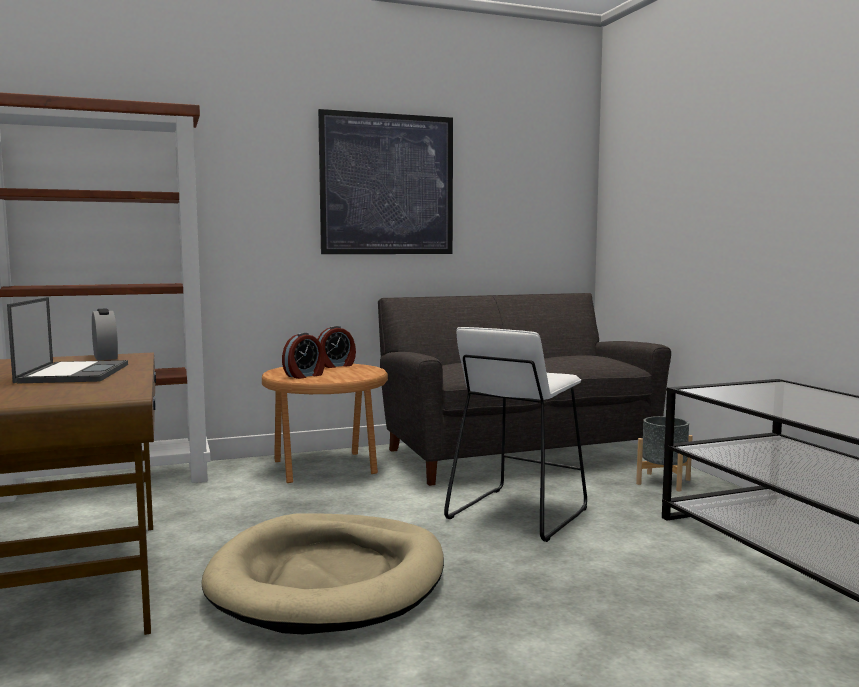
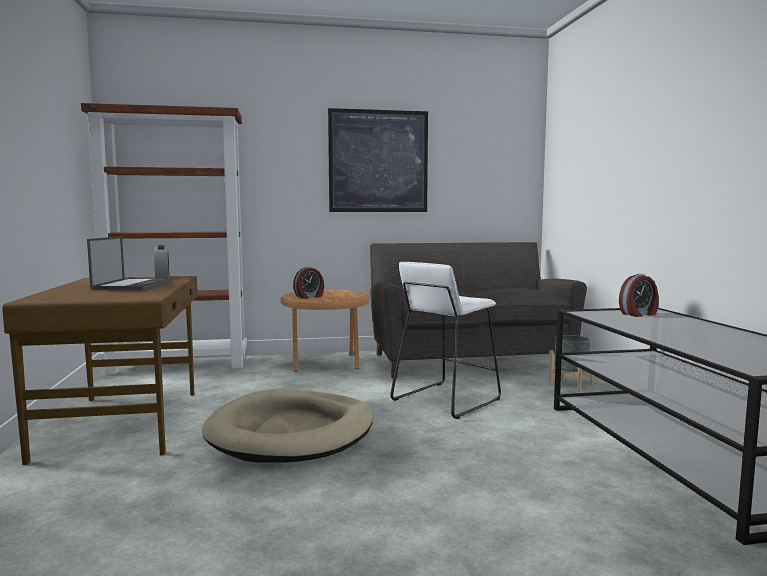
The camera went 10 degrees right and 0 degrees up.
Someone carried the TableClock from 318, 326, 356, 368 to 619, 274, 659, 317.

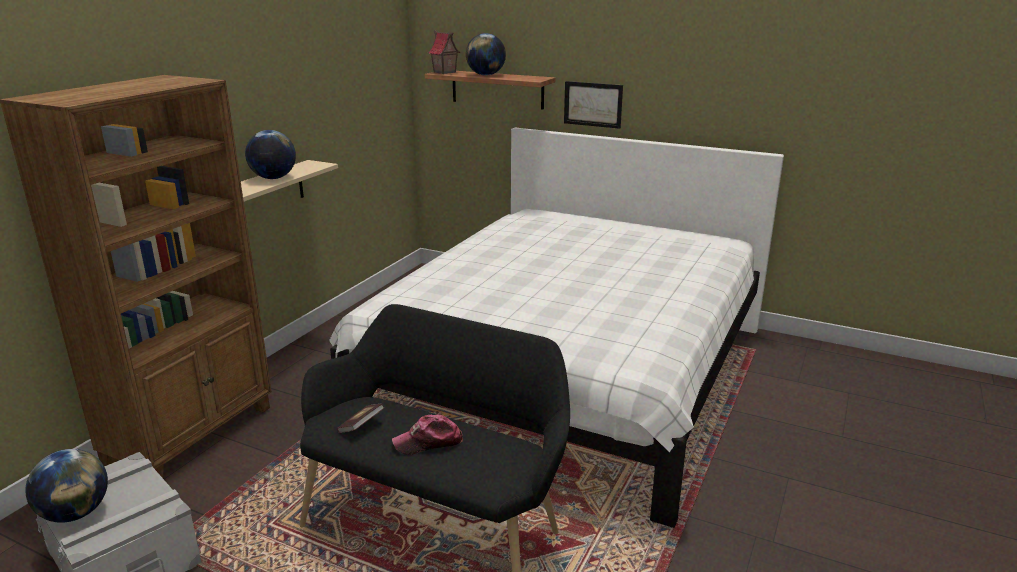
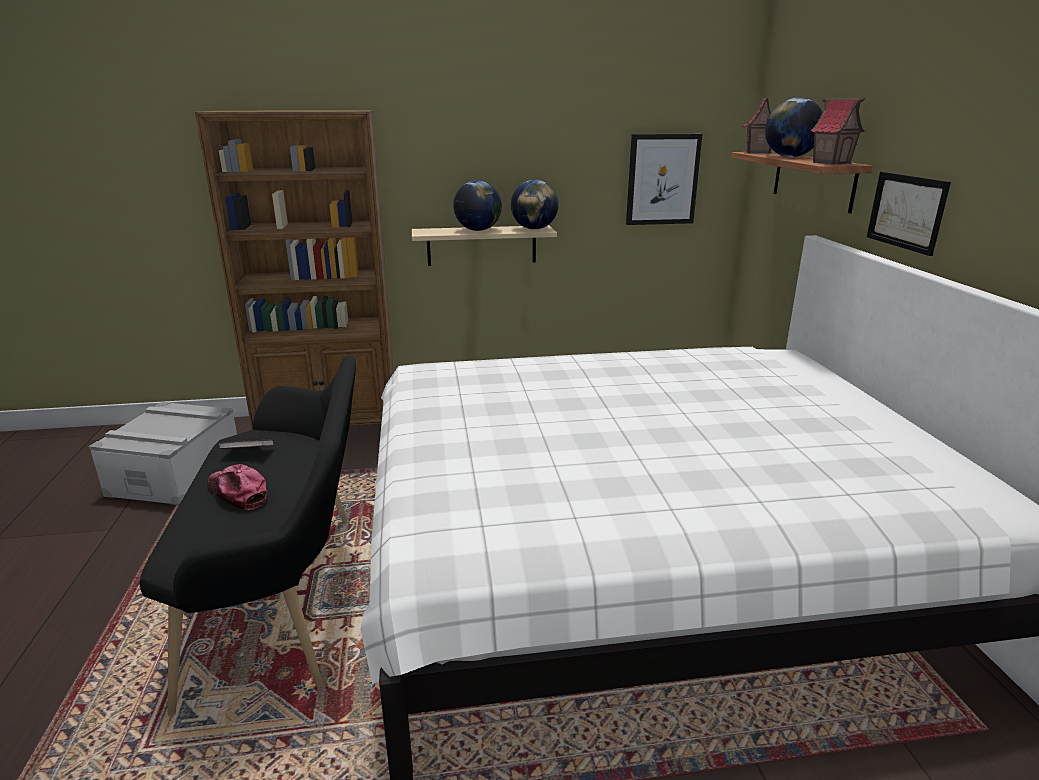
The camera went 55 degrees right and 0 degrees up.
Someone carried the WorldGlobe from 25, 449, 108, 523 to 511, 180, 559, 230.
Someone put down the ToyHouse at 810, 97, 866, 165.
Someone put up the WallArt at 626, 134, 702, 225.

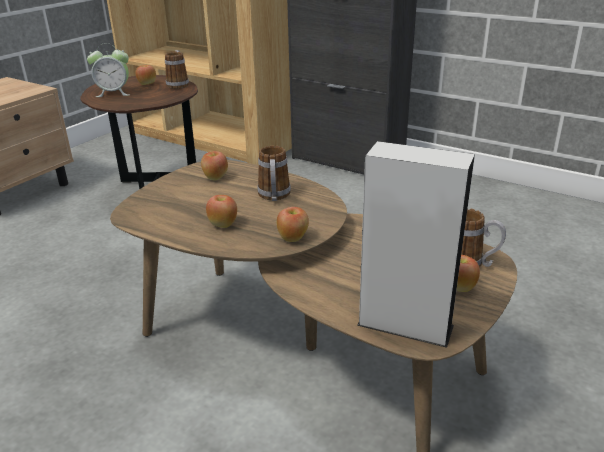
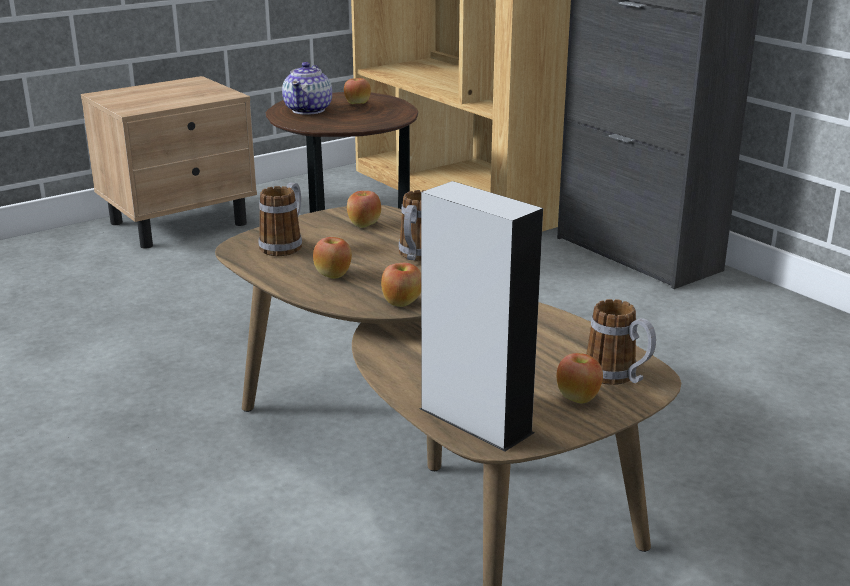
The camera went 20 degrees right and 5 degrees down.
Someone swapped the TableClock at 87, 43, 129, 97 for the TeaPot at 282, 62, 332, 115.
Someone carried the CoffeeMug from 165, 50, 189, 89 to 259, 182, 302, 256.

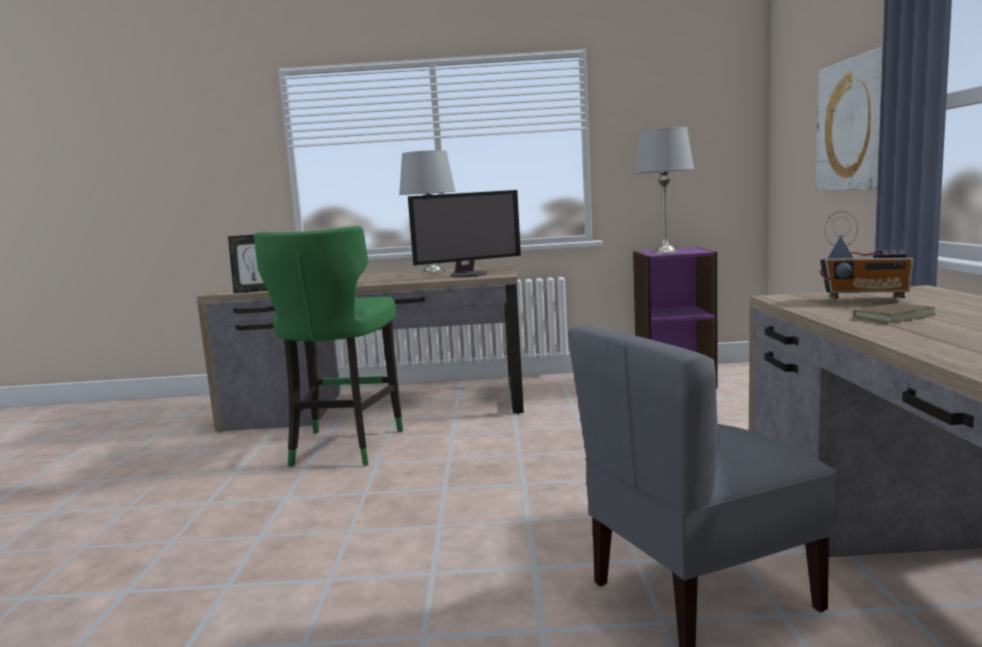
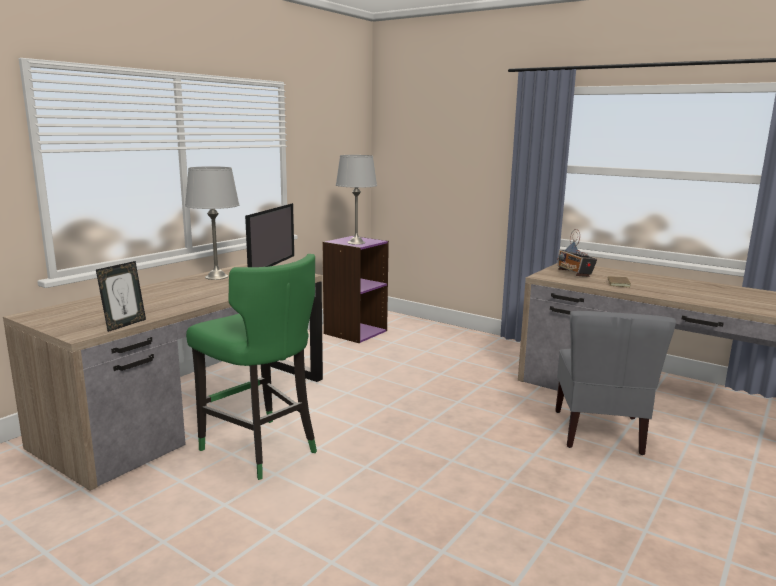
The camera went 55 degrees left and 5 degrees up.
Someone took away the WallArt at 815, 46, 883, 191.
Someone rotated the Radio at 820, 211, 914, 299 by 105 degrees clockwise.

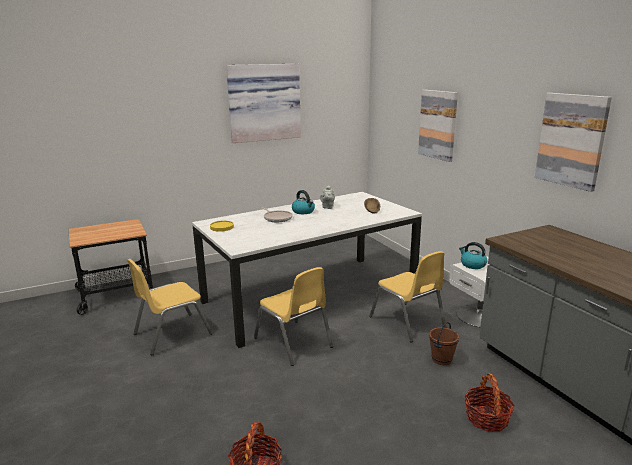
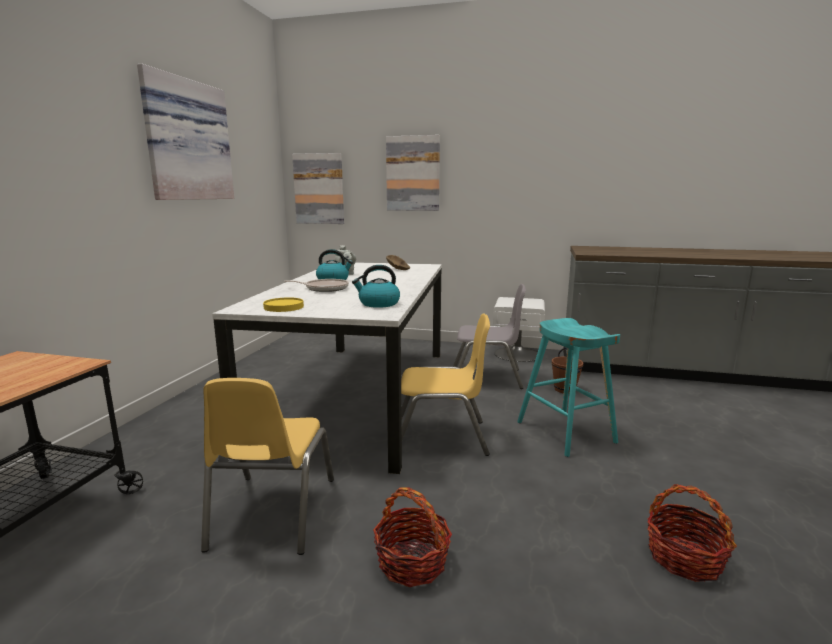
The camera went 50 degrees left and 5 degrees down.
Someone carried the WallArt from 535, 93, 612, 192 to 292, 153, 344, 224.
Someone carried the TeaKettle from 459, 242, 487, 269 to 352, 265, 400, 308.
Someone repainted the YellowChair at 369, 251, 446, 342, which became the GrayChair at 453, 284, 526, 389.
Someone carried the StorageBasket from 465, 373, 515, 432 to 373, 487, 452, 587.
Someone put down the TurquoiseSittingStool at 517, 318, 620, 457.

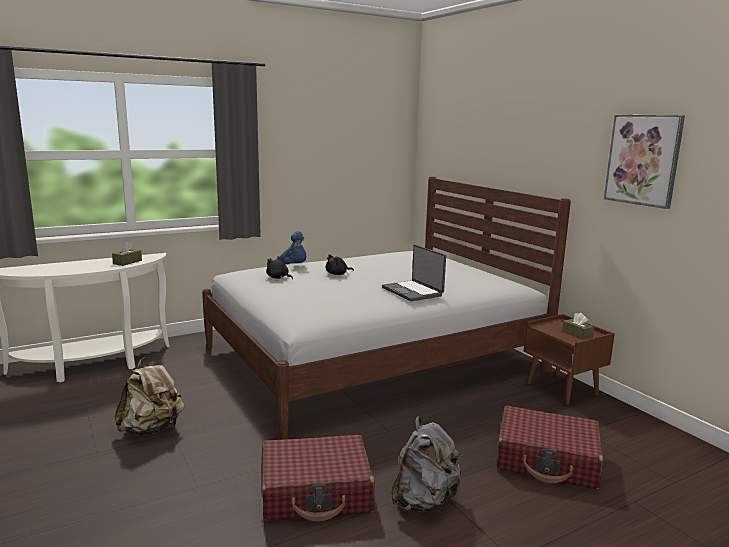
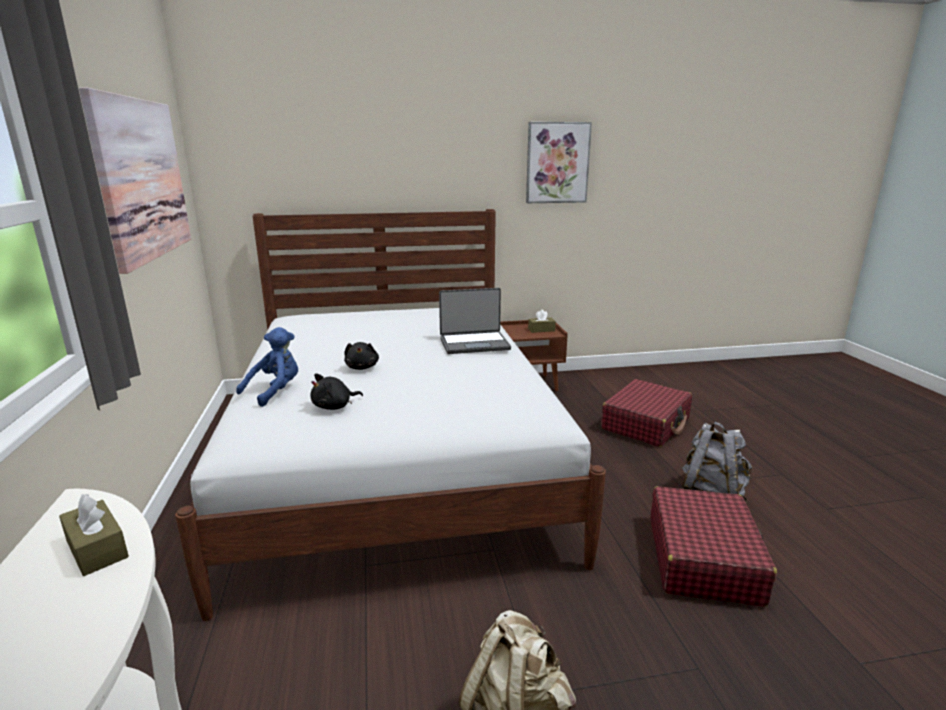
The camera went 70 degrees left and 5 degrees up.
Someone put up the WallArt at 79, 87, 191, 274.

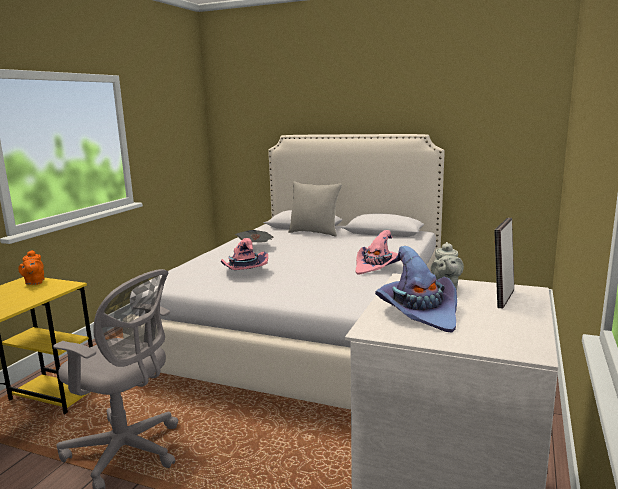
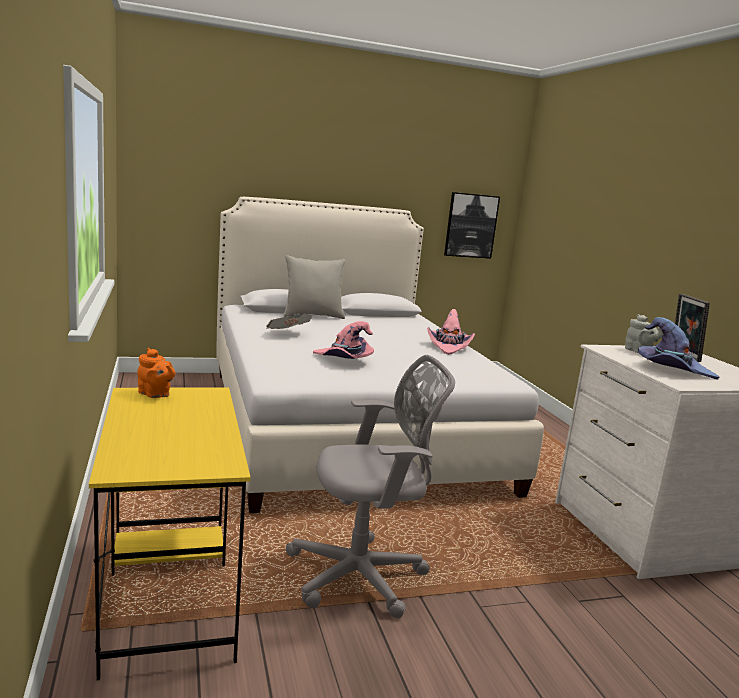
The camera went 40 degrees left and 0 degrees up.
Someone put up the WallArt at 444, 192, 500, 259.

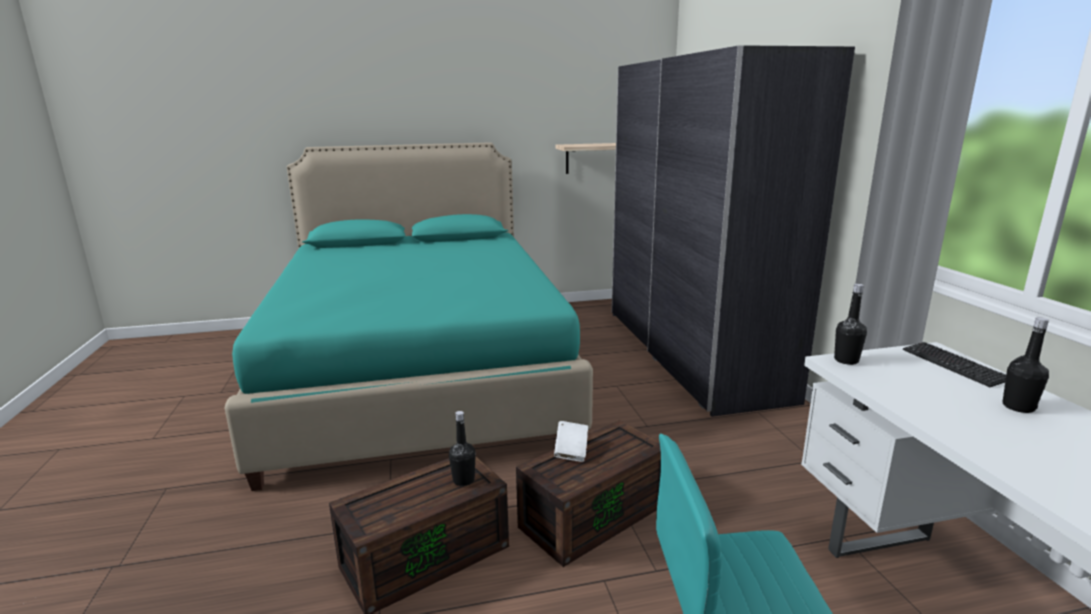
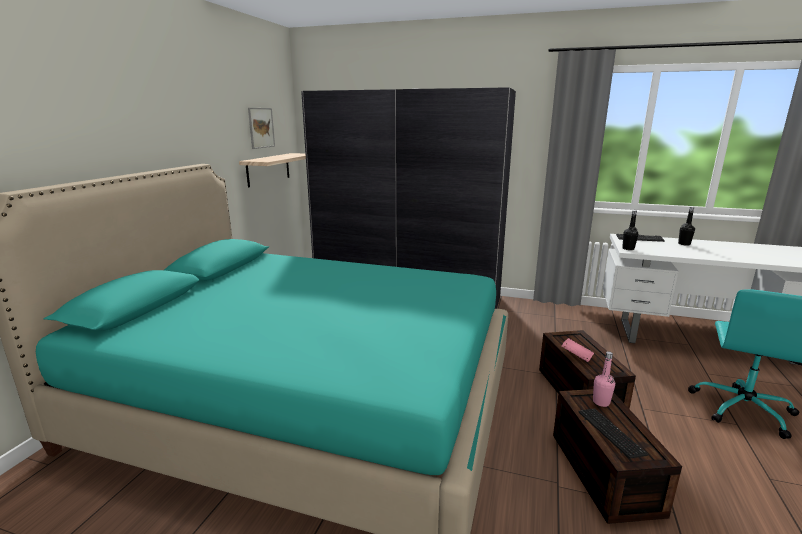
The camera went 60 degrees left and 0 degrees up.
Someone repainted the BlackColouredBottle at 449, 411, 476, 486, which became the PinkishBottle at 593, 351, 615, 407.
Someone repainted the WhiteColouredBook at 554, 421, 588, 462, which became the PinkishBook at 562, 338, 594, 362.
Someone put up the WallArt at 248, 108, 275, 149.
Someone put down the PcKeyboard at 579, 408, 648, 459.

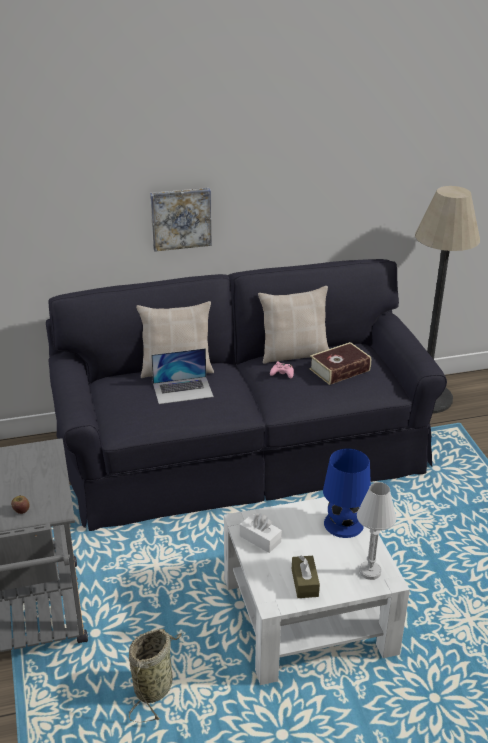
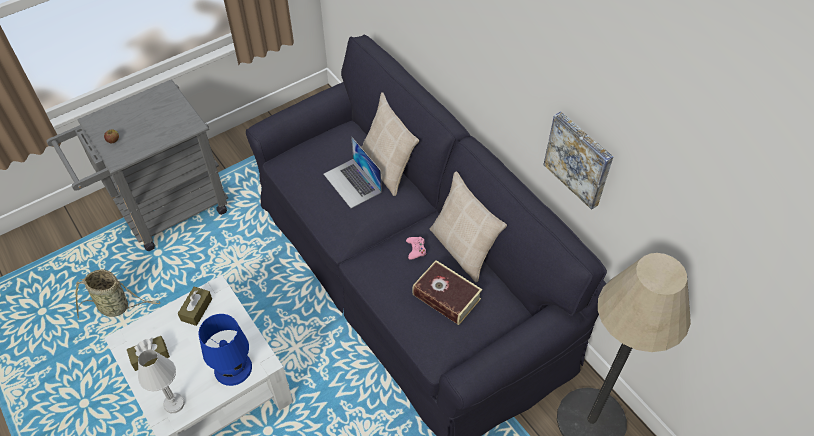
The camera went 70 degrees right and 20 degrees up.
Someone carried the WallArt from 150, 188, 212, 252 to 543, 111, 613, 210.
Someone repainted the WhiteColouredBoxOfTissues at 240, 513, 282, 553, which became the BrownishBoxOfTissues at 178, 287, 212, 326.

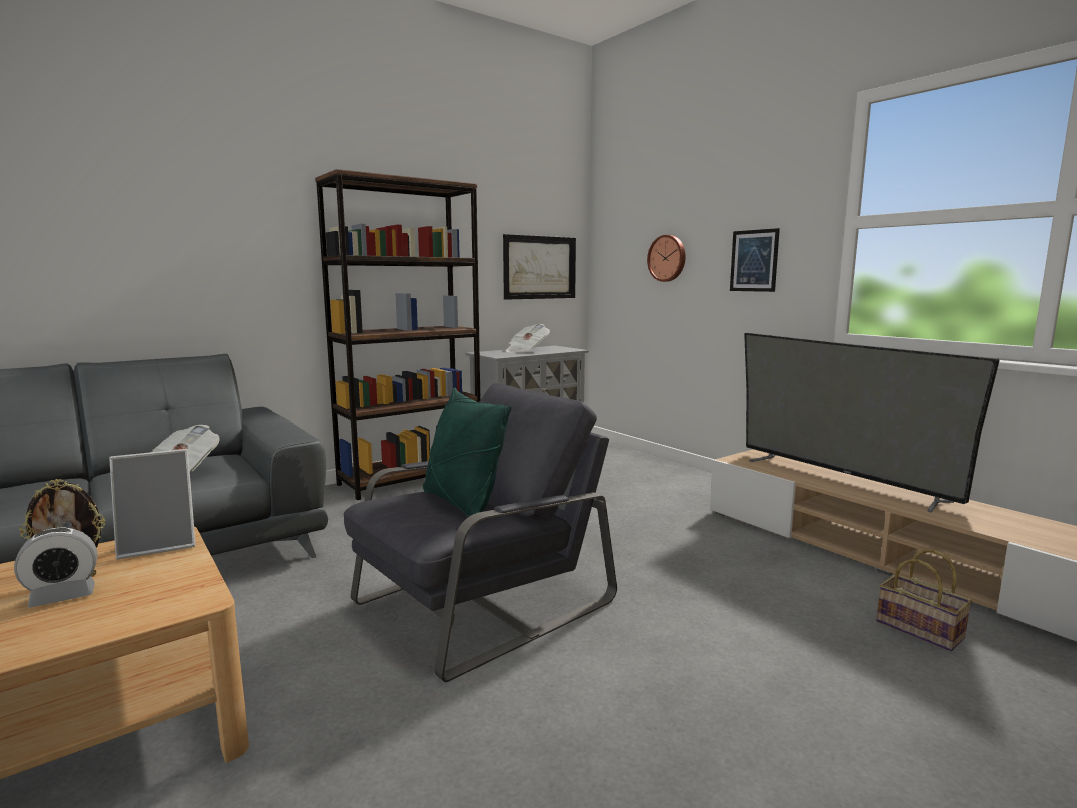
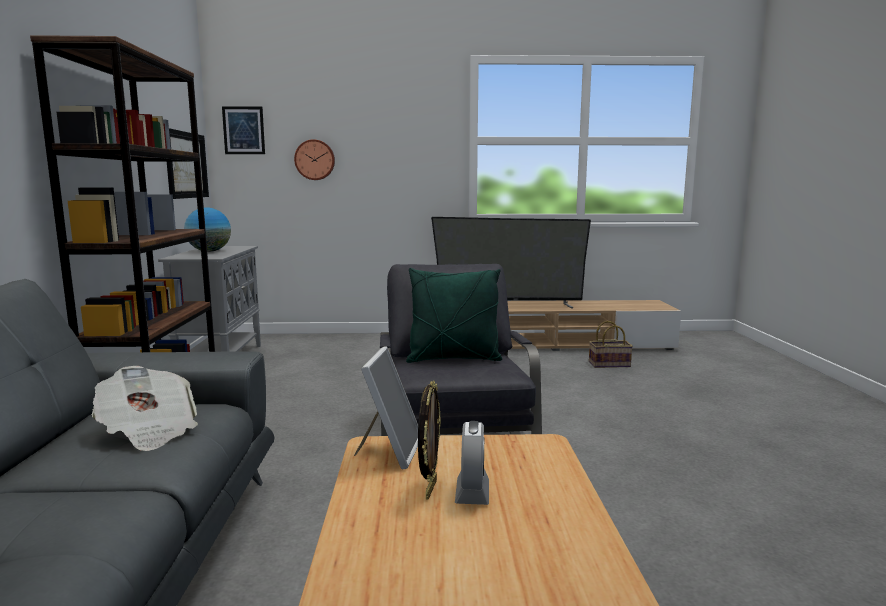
The camera went 55 degrees left and 0 degrees up.
Someone carried the WallArt from 730, 228, 780, 292 to 222, 106, 265, 154.
Someone swapped the DailyPaper at 506, 324, 550, 352 for the WorldGlobe at 184, 208, 231, 252.

